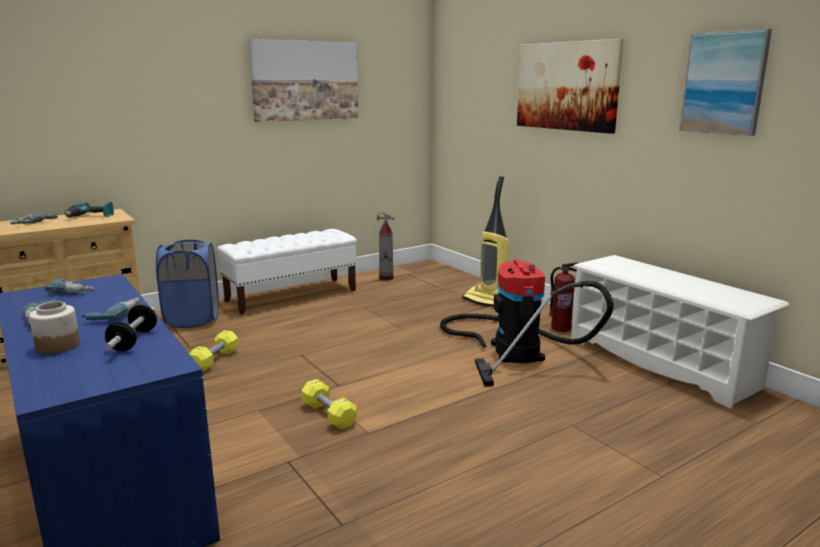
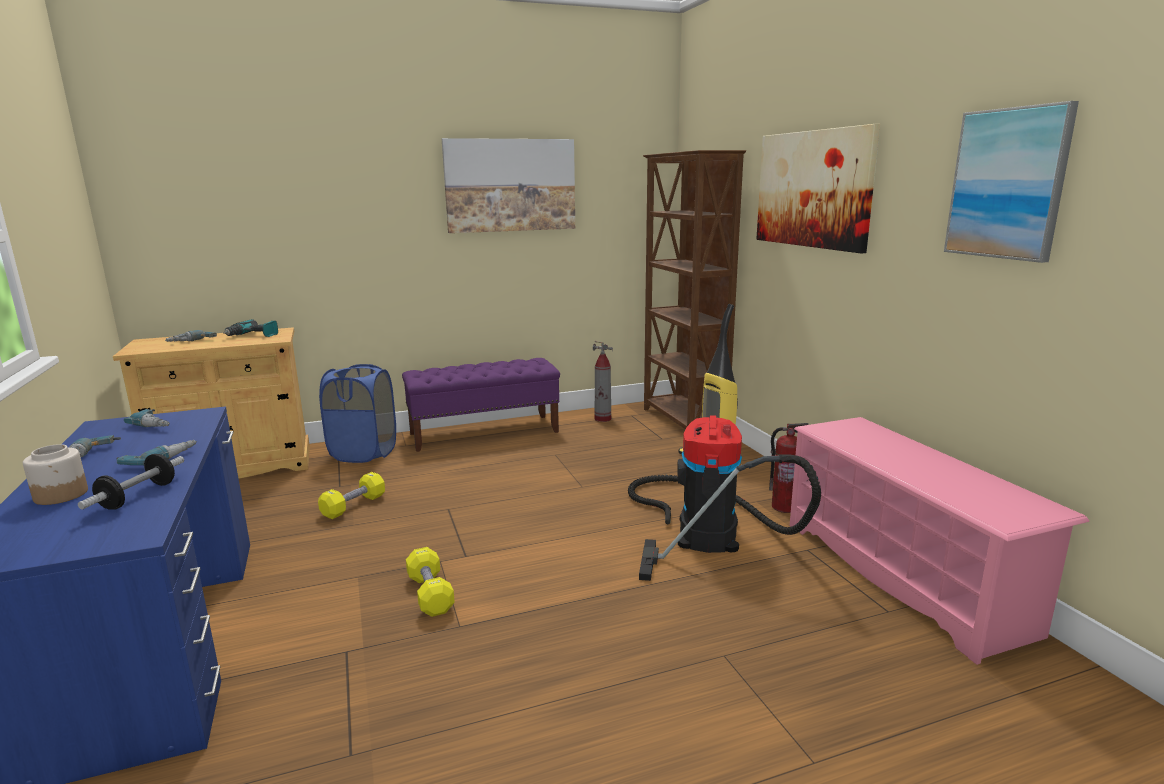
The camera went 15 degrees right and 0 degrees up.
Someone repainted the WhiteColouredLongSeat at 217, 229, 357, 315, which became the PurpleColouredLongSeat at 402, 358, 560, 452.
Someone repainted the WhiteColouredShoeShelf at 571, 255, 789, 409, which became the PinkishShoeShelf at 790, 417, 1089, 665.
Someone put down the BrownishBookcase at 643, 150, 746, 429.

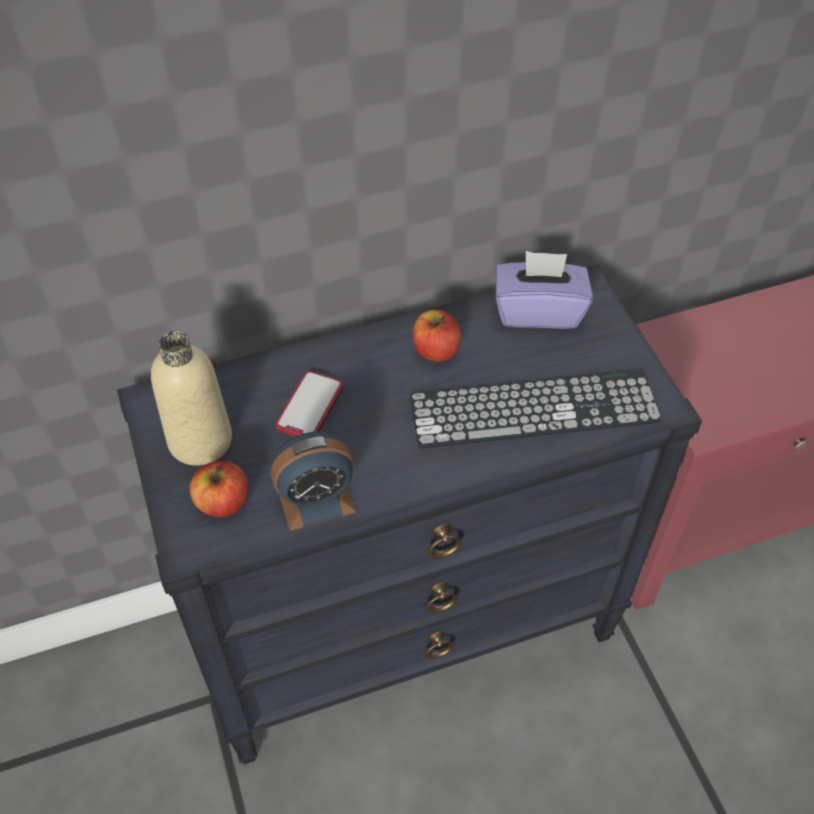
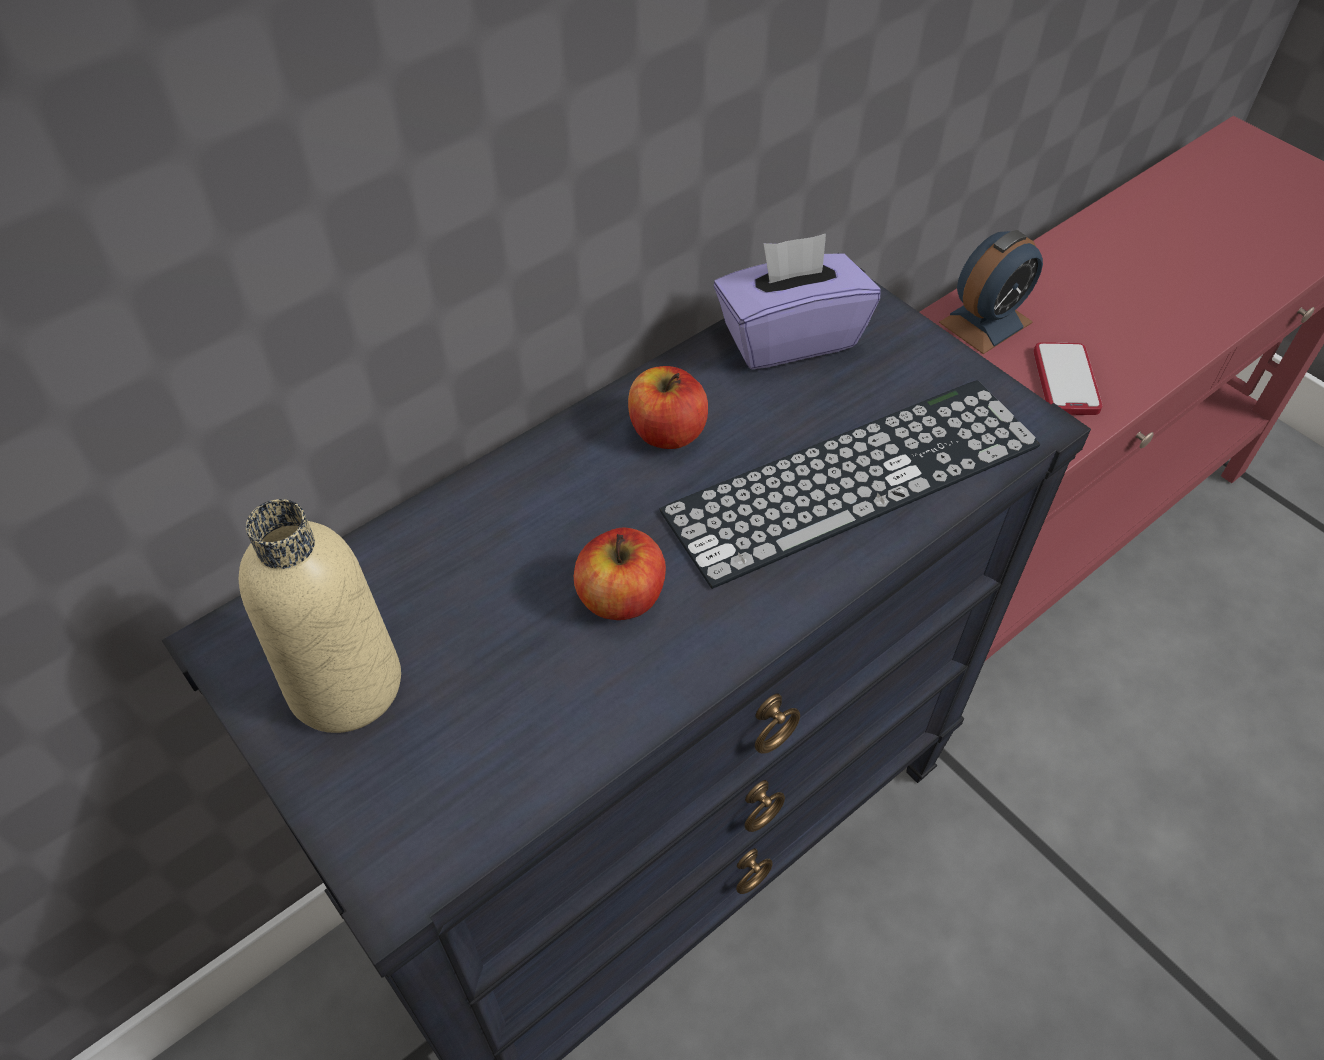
The camera went 20 degrees left and 0 degrees up.
Someone carried the Telephone from 275, 371, 343, 437 to 1034, 342, 1103, 415.
Someone carried the TableClock from 271, 432, 356, 531 to 939, 230, 1043, 354.
Someone carried the AppleFruit from 190, 461, 249, 517 to 574, 527, 666, 620.

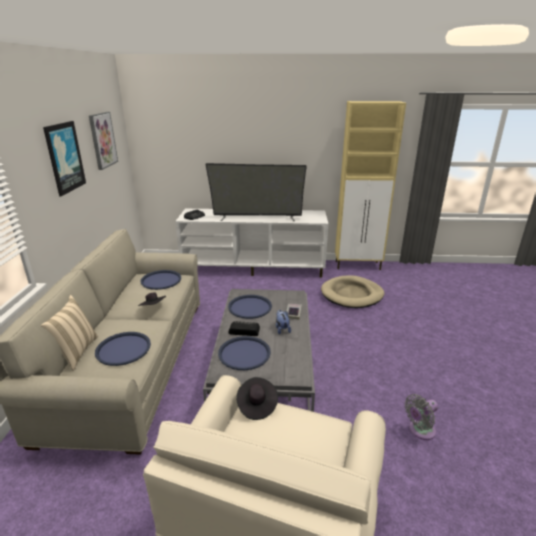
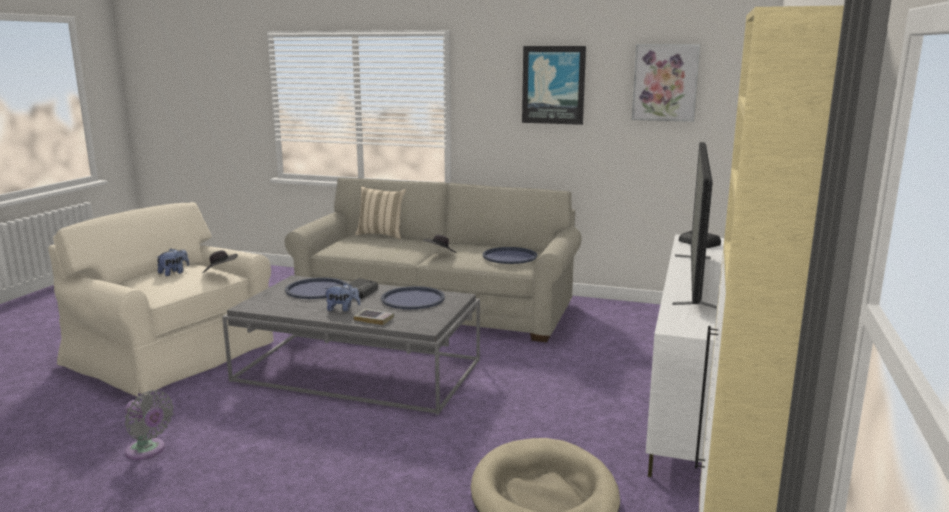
The camera went 105 degrees right and 10 degrees down.
Someone took away the BlueTray at 95, 332, 151, 366.
Someone rotated the GrayCoolingFan at 404, 394, 438, 440 by 135 degrees clockwise.
Someone put down the SoftToy at 157, 248, 189, 276.

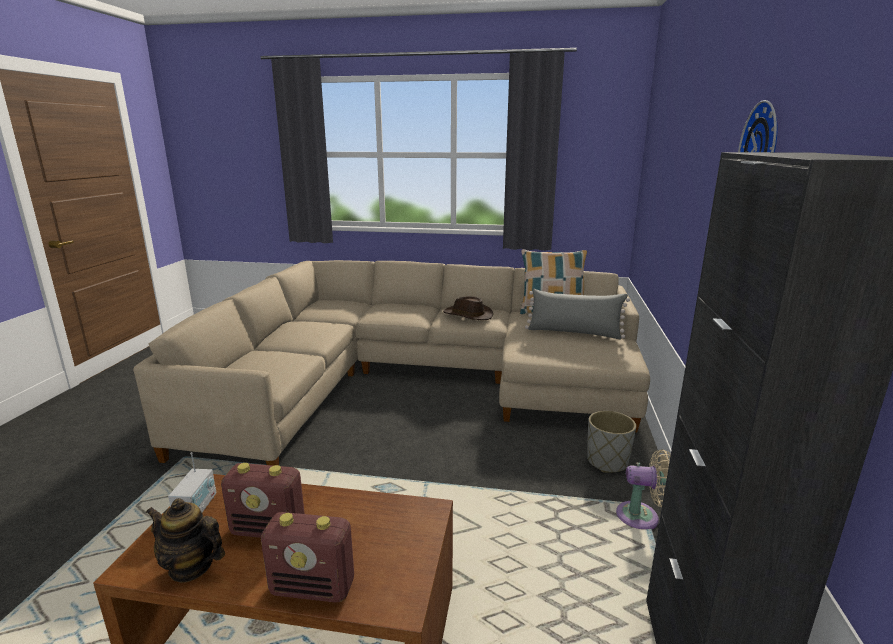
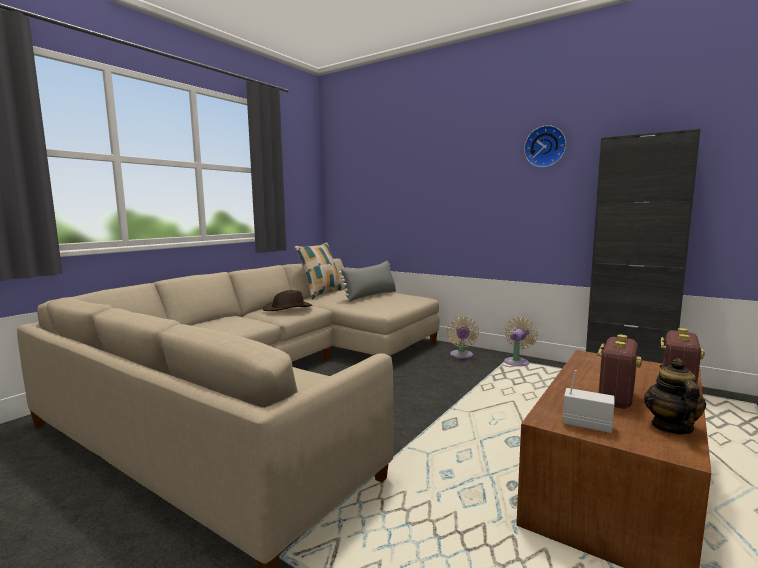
The camera went 65 degrees left and 10 degrees down.
Someone swapped the GrayPlantPot at 587, 411, 636, 473 for the BeigeCoolingFan at 447, 316, 479, 359.
Someone rotated the TeaPot at 146, 498, 225, 583 by 150 degrees clockwise.

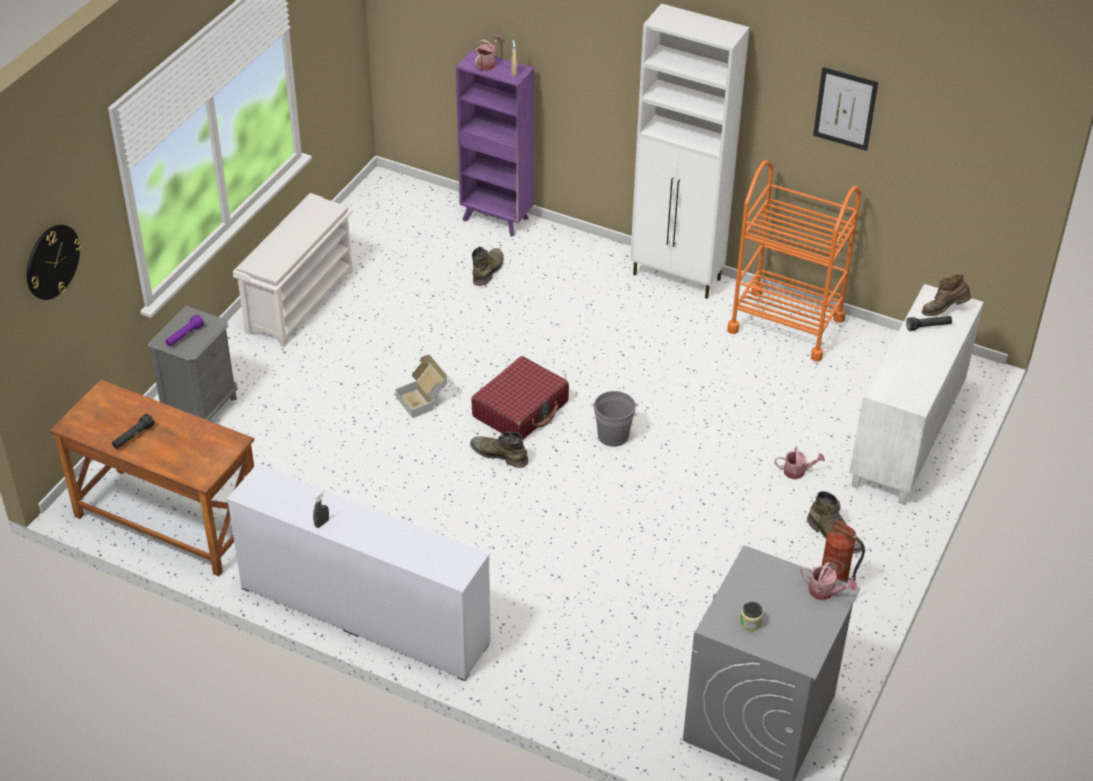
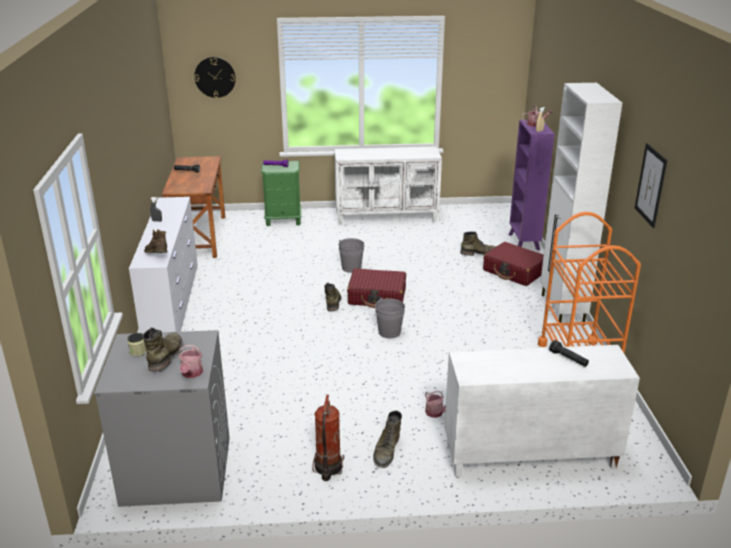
The camera went 60 degrees right and 15 degrees down.
Someone swapped the WhiteColouredShoeShelf at 233, 193, 353, 347 for the WhiteColouredStorageCabinet at 334, 146, 442, 225.
Someone carried the BrownishHighTopBoot from 922, 273, 972, 316 to 144, 229, 168, 253.
Someone repainted the GrayNightTable at 148, 306, 238, 421, which became the GreenColouredNightTable at 261, 161, 302, 226.
Someone swapped the PackingBox at 395, 355, 447, 418 for the GrayBucket at 339, 238, 365, 273.
Someone put down the RedSuitcase at 483, 242, 544, 286.
Someone put down the GreenColouredHighTopBoot at 143, 328, 183, 372.

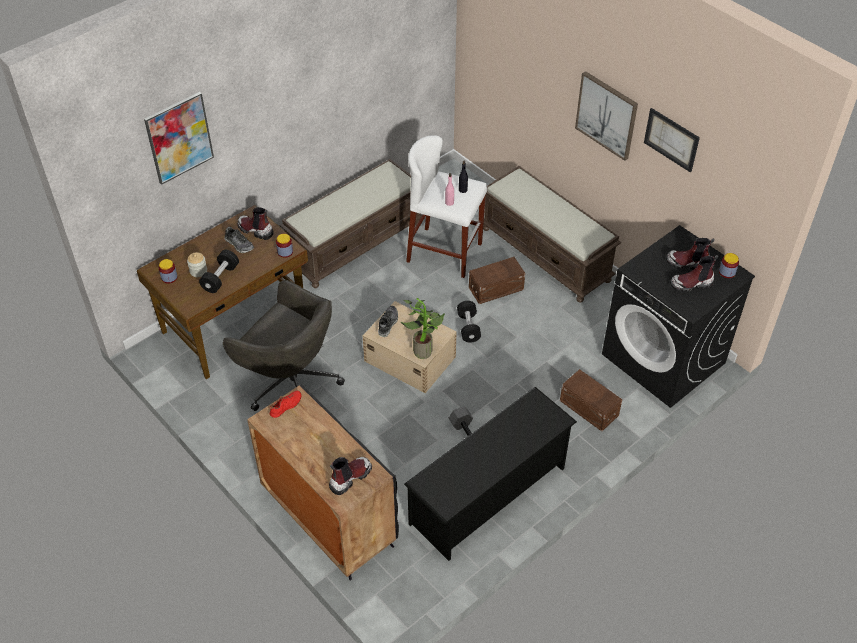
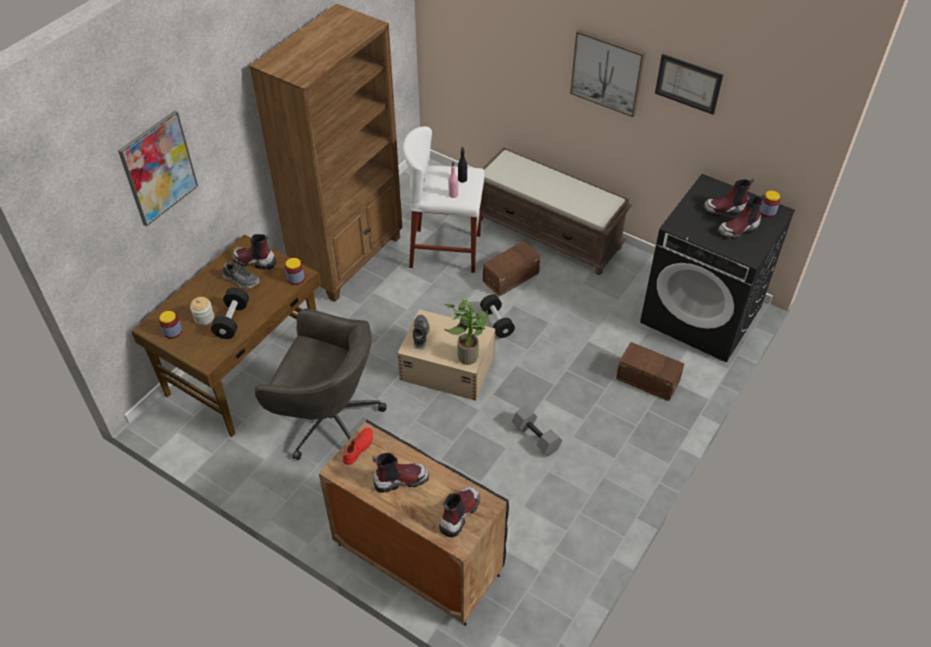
The camera went 15 degrees left and 0 degrees up.
Someone swapped the BrownishLongSeat at 279, 159, 422, 288 for the BrownishBookcase at 249, 4, 402, 302.
Someone took away the BlackColouredShoeShelf at 404, 387, 577, 561.
Someone put down the HighTopBoot at 372, 453, 429, 493.

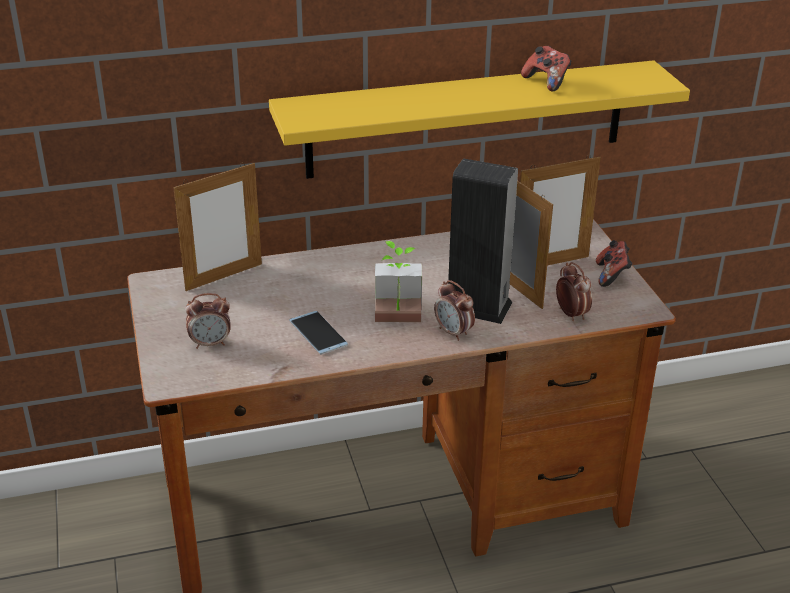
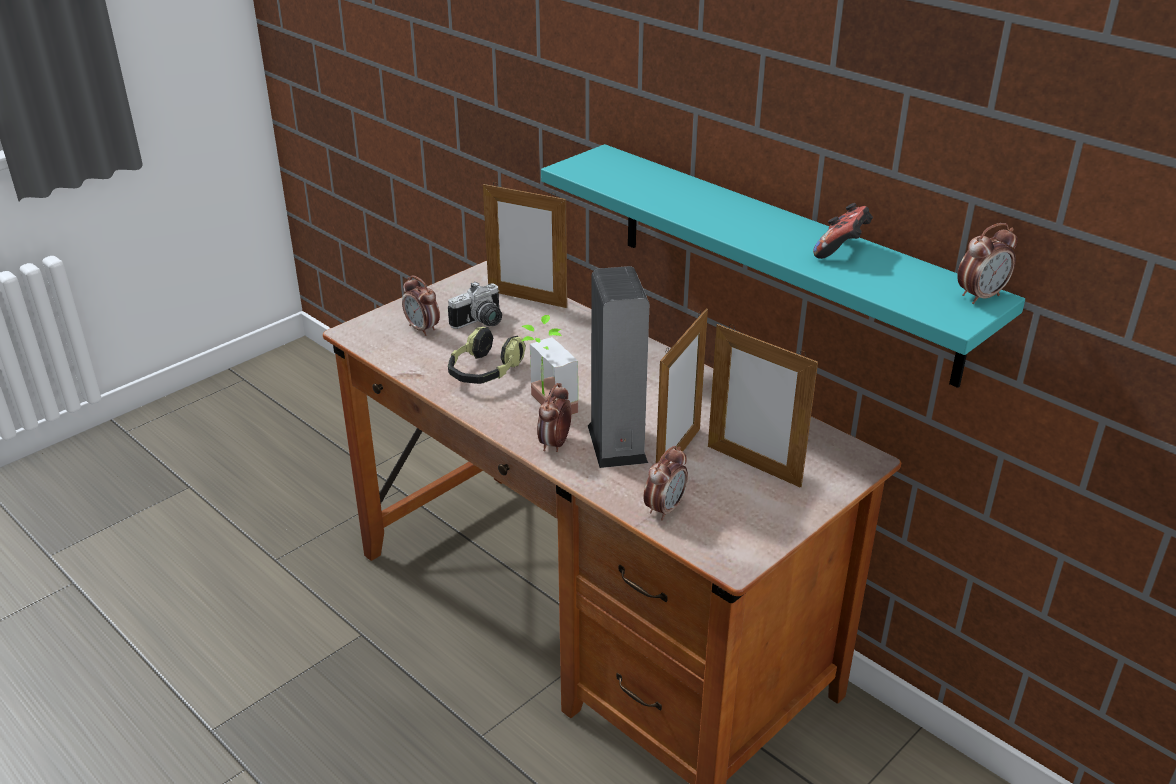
The camera went 60 degrees right and 0 degrees up.
Someone repainted the YellowBracketShelf at 269, 60, 690, 179, which became the TurquoiseBracketShelf at 541, 144, 1025, 388.
Someone took away the GameController at 596, 240, 633, 287.
Someone swapped the Telephone at 289, 311, 348, 354 for the PairOfHeadphones at 448, 327, 526, 384.
Someone put down the TableClock at 957, 223, 1018, 304.
Someone put down the StillCamera at 448, 281, 502, 329.

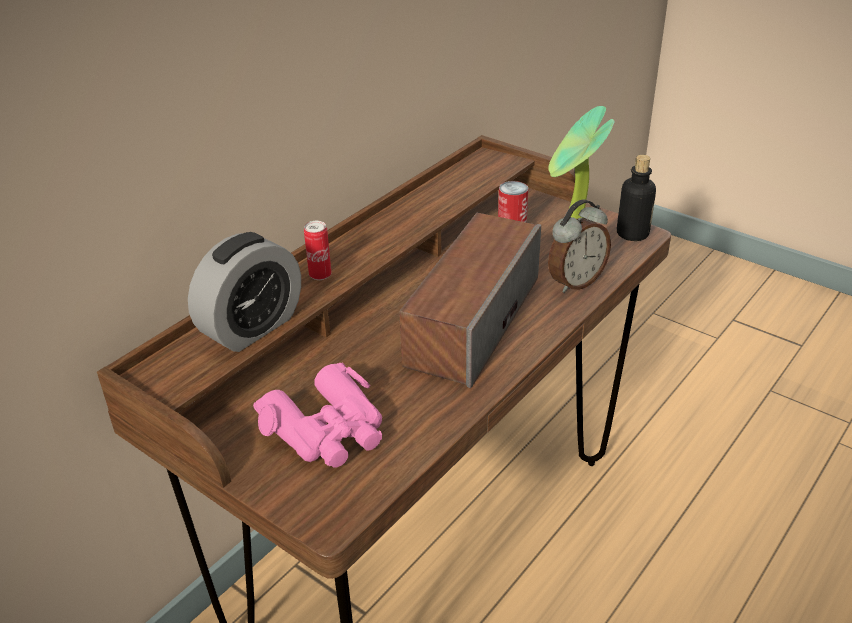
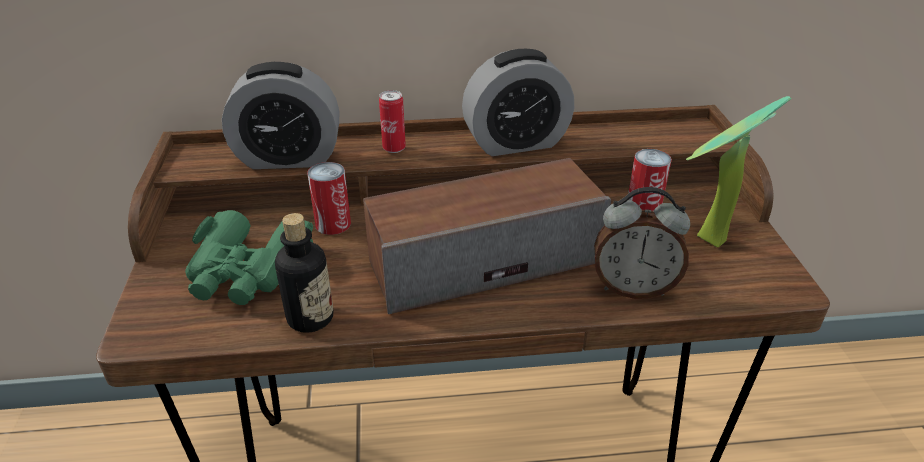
The camera went 45 degrees right and 0 degrees up.
Someone carried the Bottle from 617, 155, 656, 241 to 275, 213, 333, 333.
Someone repainted the PinkishBinoculars at 253, 363, 382, 468, which became the GreenColouredBinoculars at 185, 210, 314, 305.
Someone put down the TableClock at 462, 49, 574, 156.
Someone put down the Can at 307, 162, 351, 235.

